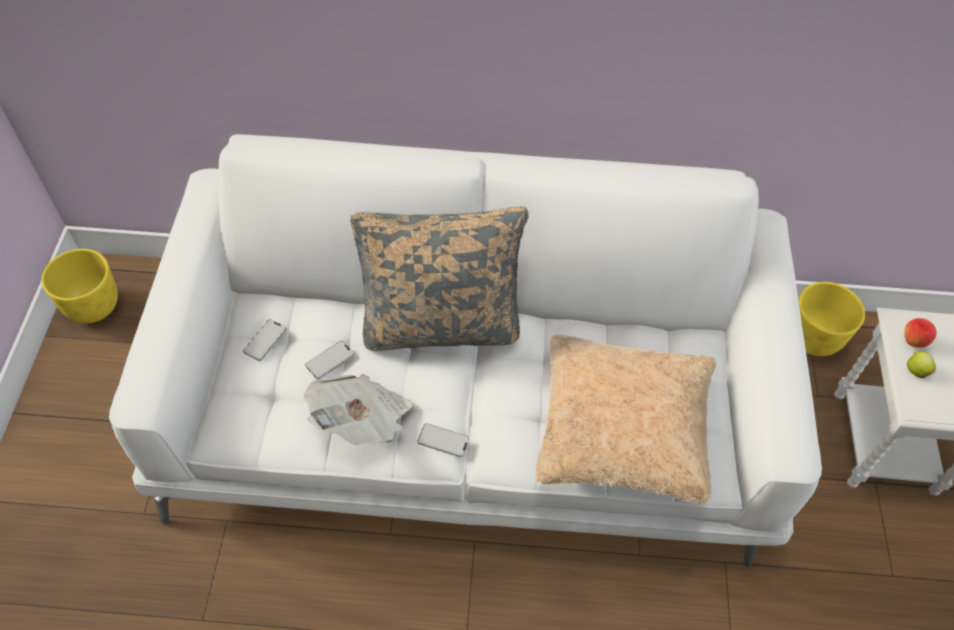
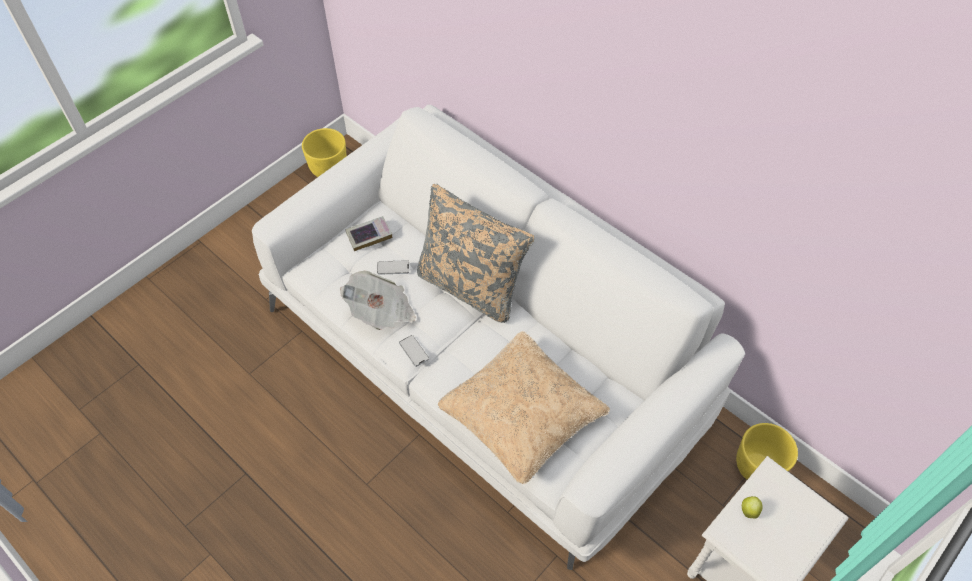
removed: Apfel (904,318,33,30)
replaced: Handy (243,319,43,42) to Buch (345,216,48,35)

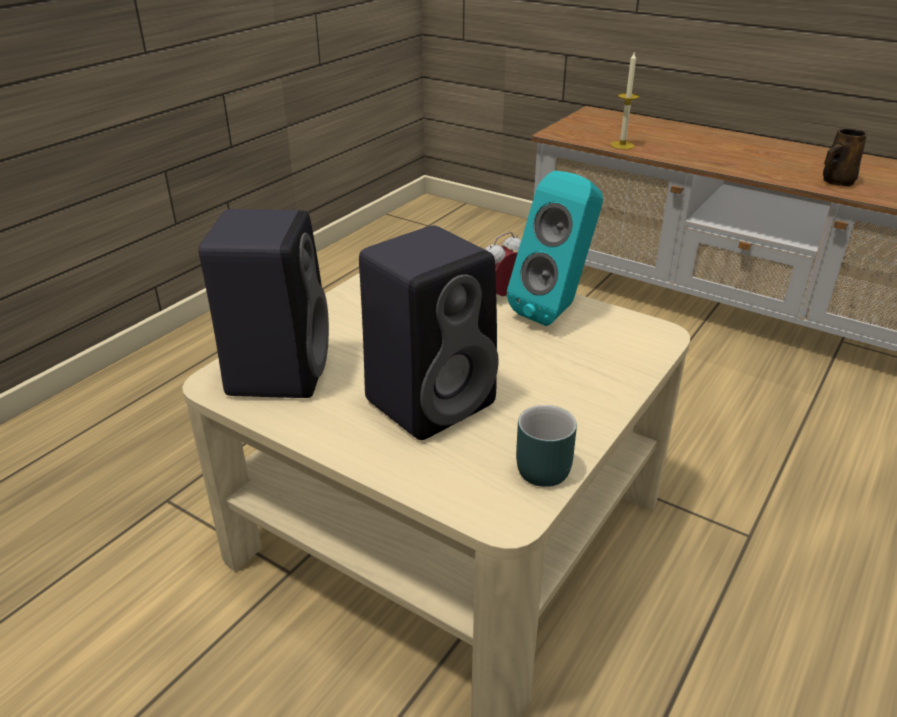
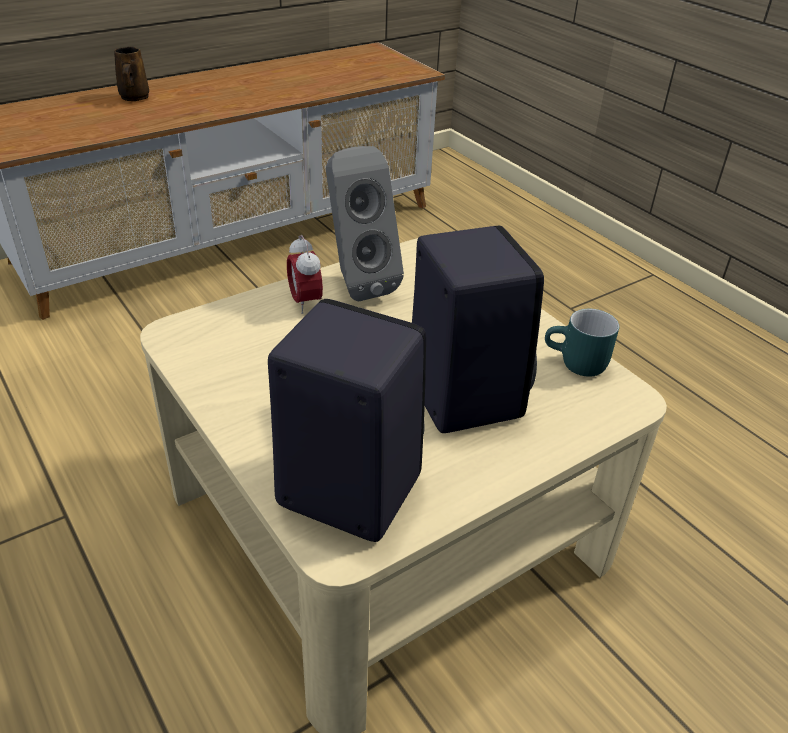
removed: Kerze (610,53,29,97)
moved: Henkelbecher (braun) (823,129,44,57) to (114,46,35,55)
recoloured: Lautsprecher (türkis) (507,170,96,156) to Lautsprecher (grau) (326,146,78,155)

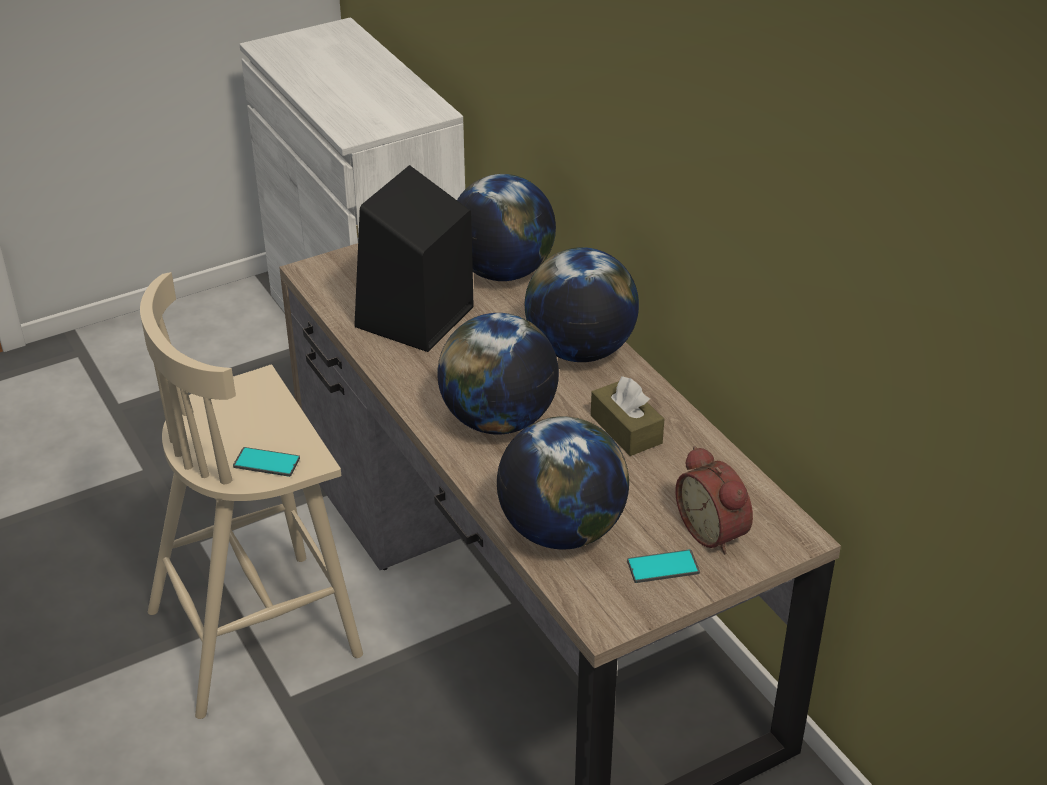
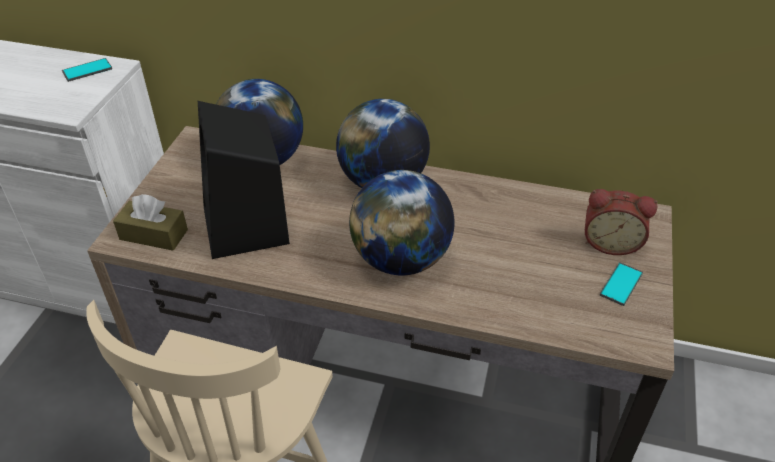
removed: Globus (497,416,132,133)
moved: Handy (233,447,67,30) to (62,58,50,24); Taschentuchbox (braun) (591,376,73,80) to (113,194,75,57)

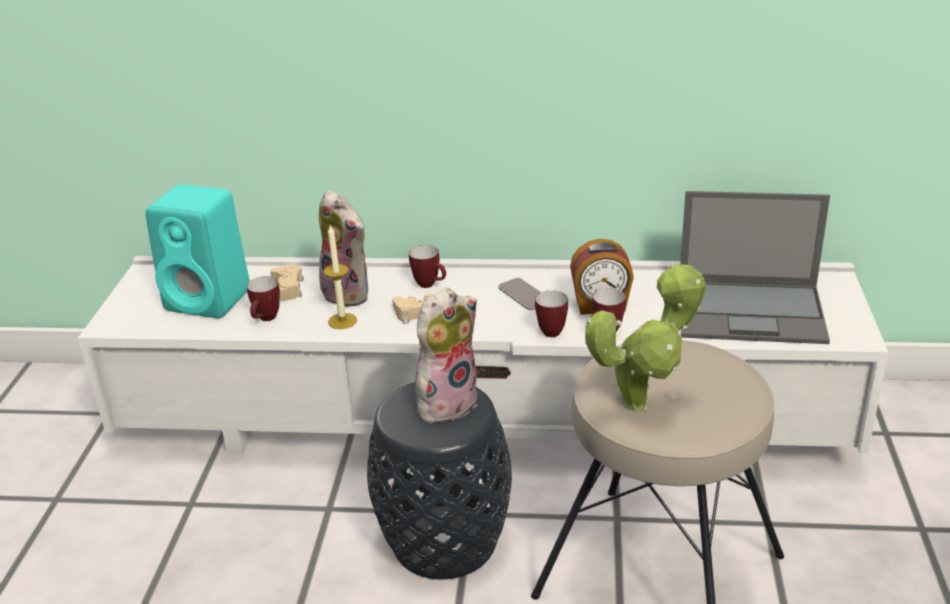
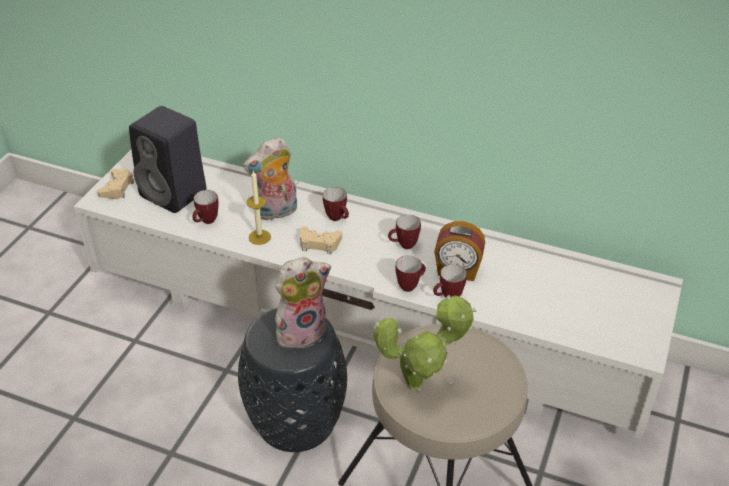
removed: Laptop (680,191,150,153)
moved: Gamepad (beige) (270,264,34,36) to (97,169,37,30)
replaced: Handy (498,277,43,33) to Henkelbecher (388,214,33,35)
recoloured: Lautsprecher (türkis) (146,184,104,134) to Lautsprecher (schwarz) (129,106,78,107)
turned: Plüschtier (319,190,49,117) = (243,137,54,84) 90 degrees clockwise

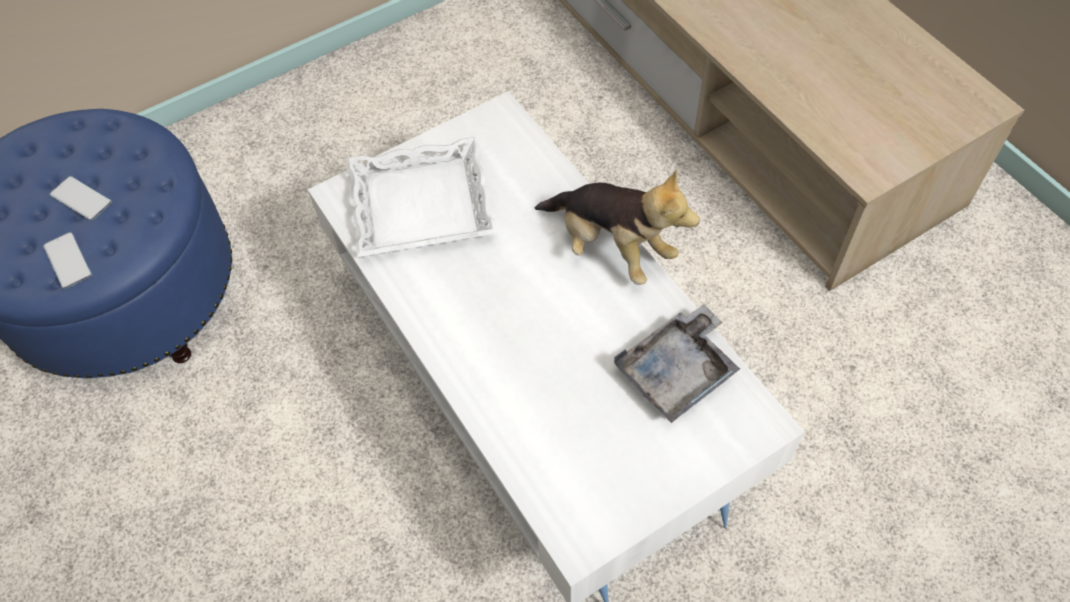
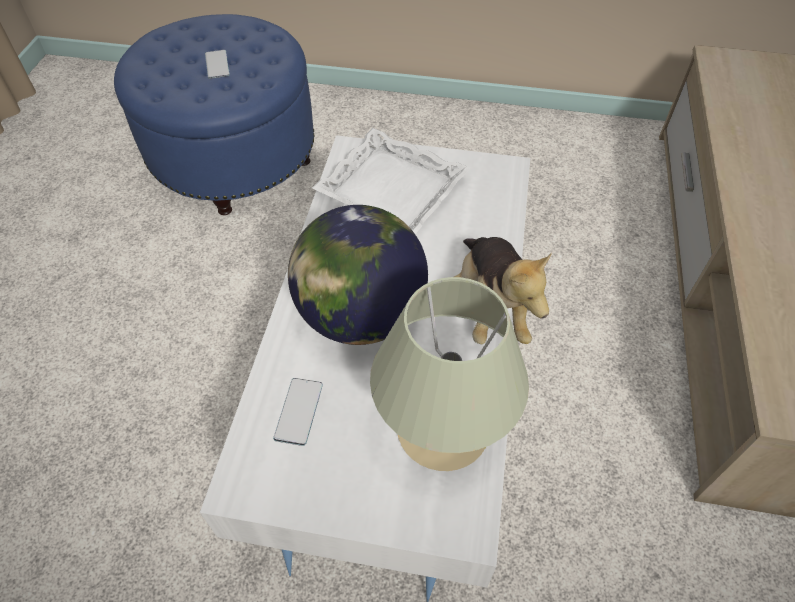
added: Globus (288,205,140,140)
moved: Handy (43,232,49,57) to (273,378,50,68)
replaced: Tablett (grau) (614,304,126,119) to Tischlampe (beige) (370,277,159,194)

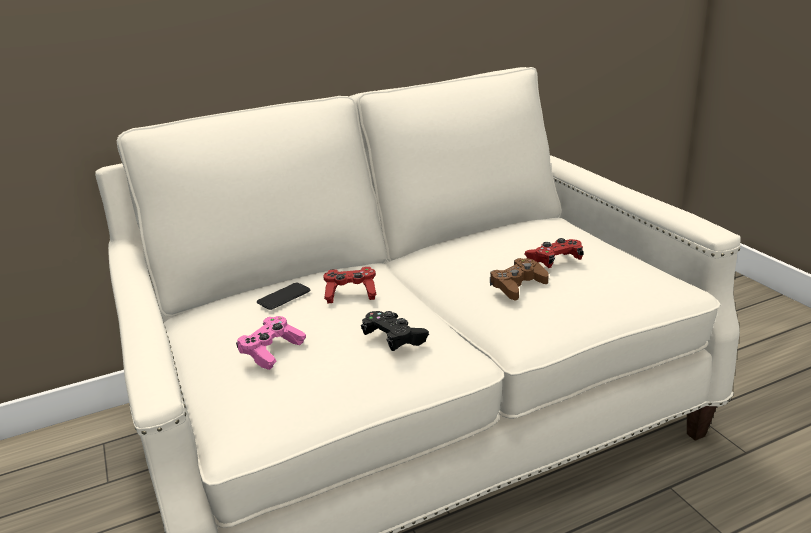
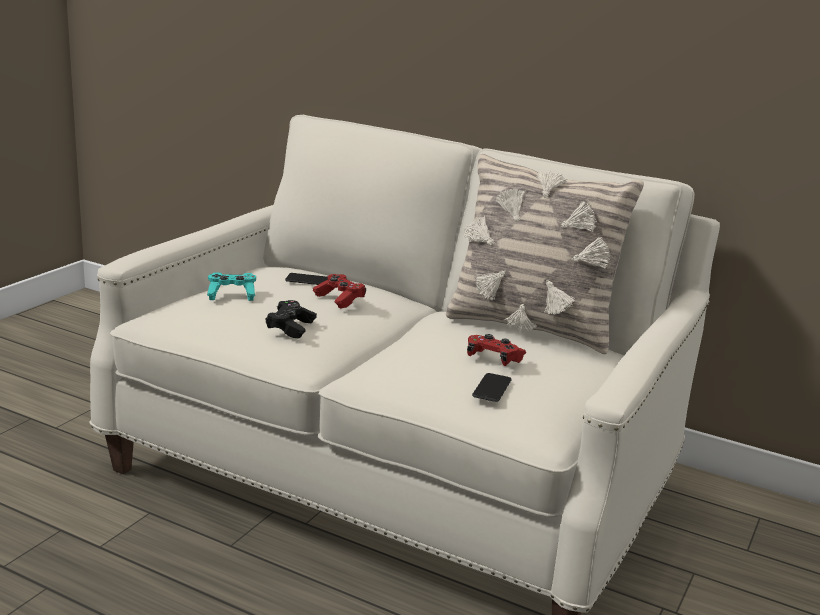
removed: Gamepad (braun) (490,258,59,42)
added: Kissen (beige) (446,154,198,200); Handy (472,373,40,29)
recoloured: Gamepad (rosa) (236,316,70,54) to Gamepad (türkis) (207,272,49,29)

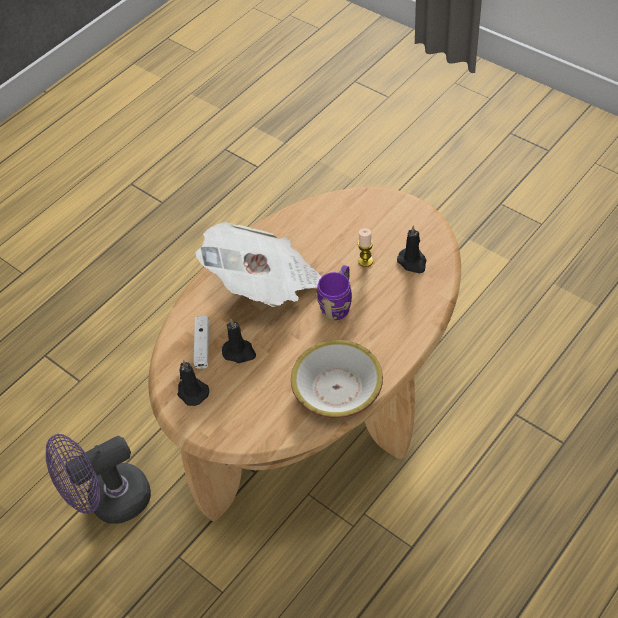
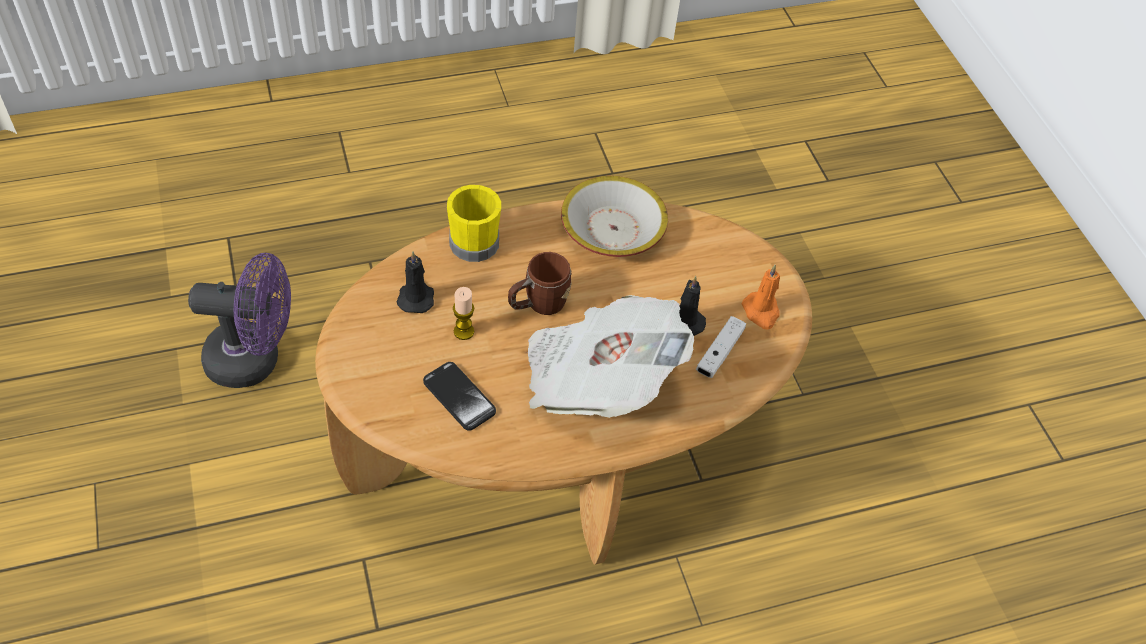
added: Handy (423,362,73,69); Henkelbecher (gelb) (447,185,54,77)
moved: Ventilator (lila) (46,434,105,90) to (188,253,103,135)
recoloured: Kerze (schwarz) (177,360,32,46) to Kerze (orange) (742,265,38,64); Henkelbecher (lila) (316,265,36,55) to Henkelbecher (braun) (508,252,64,63)

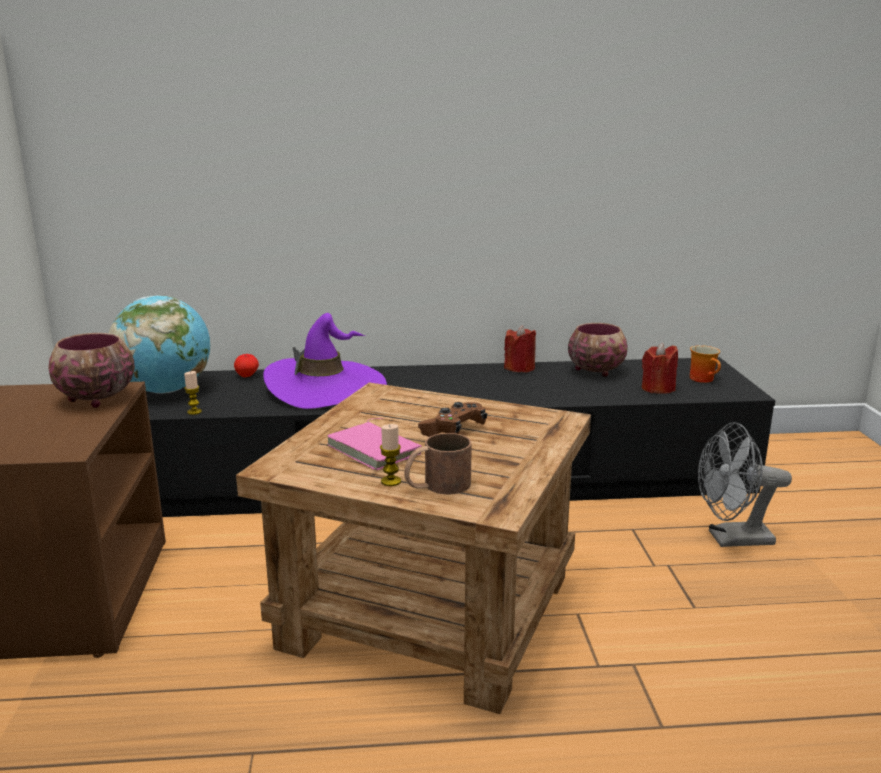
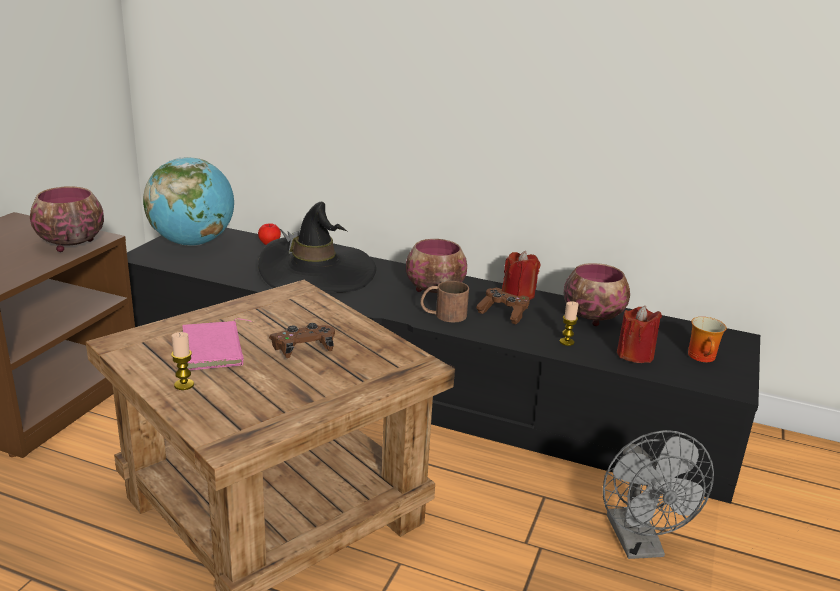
added: Schüssel (406,239,61,54); Gamepad (braun) (476,288,54,36)
moved: Kerze (184,371,18,44) to (560,302,19,44); Henkelbecher (braun) (404,433,68,62) to (420,281,49,42)
recoloured: Hut (lila) (263,313,124,96) to Hut (schwarz) (258,202,118,91)
turned: Ventilator (grau) (698,422,94,125) = (603,430,111,129) 120 degrees counterclockwise

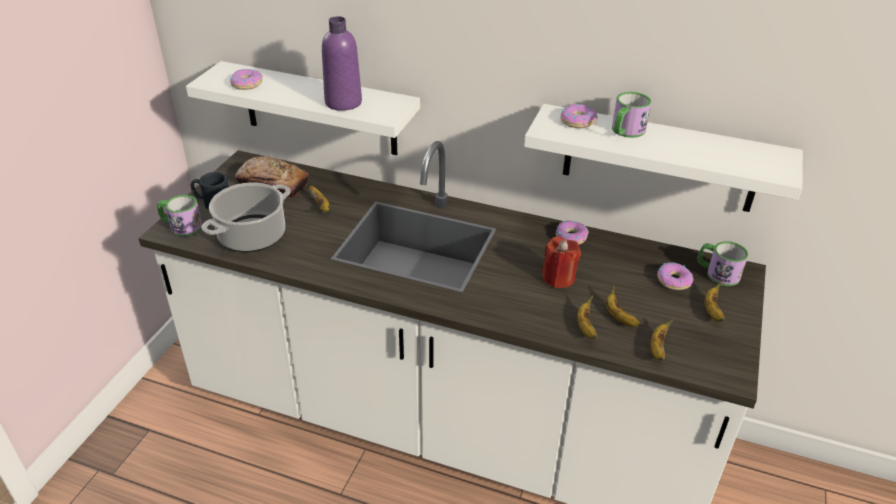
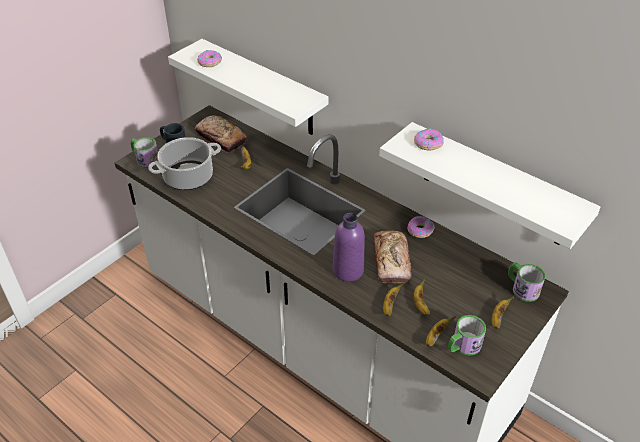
removed: Donut (657,262,36,28)
moved: Flasche (lila) (322,16,40,95) to (333,213,32,69); Henkelbecher (612,92,39,46) to (448,315,38,40)
replaced: Kerze (rot) (542,237,39,51) to Brot (374,230,38,53)

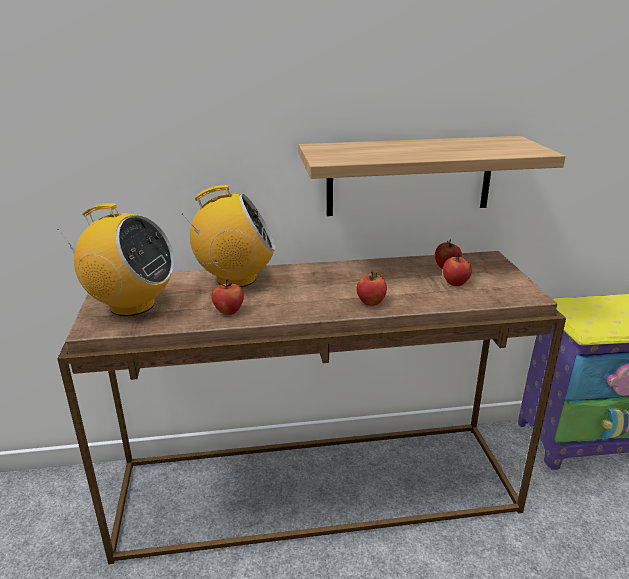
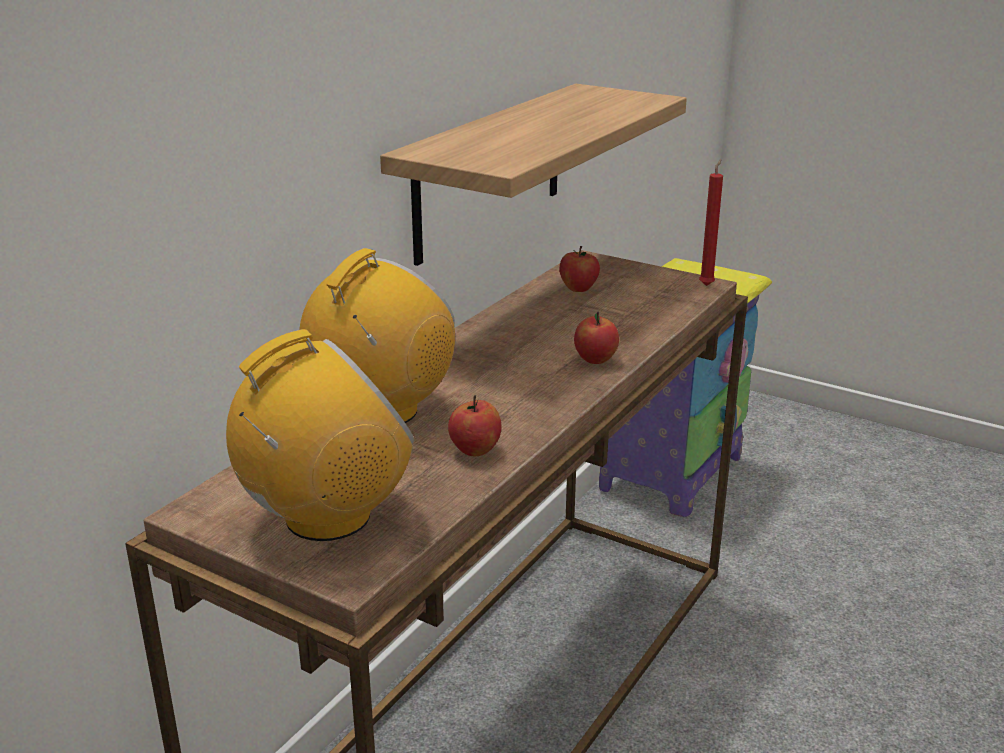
removed: Apfel (443,253,29,33)
added: Kerze (rot) (699,159,24,127)

